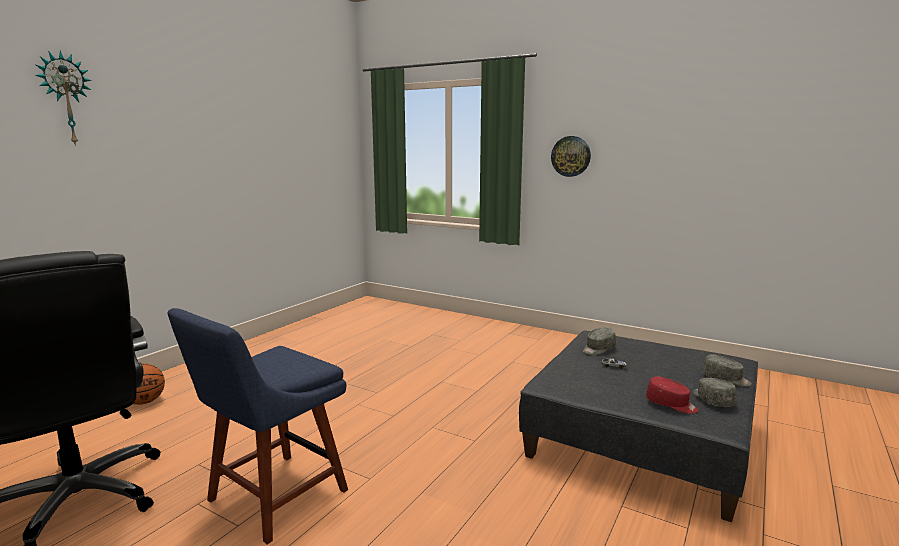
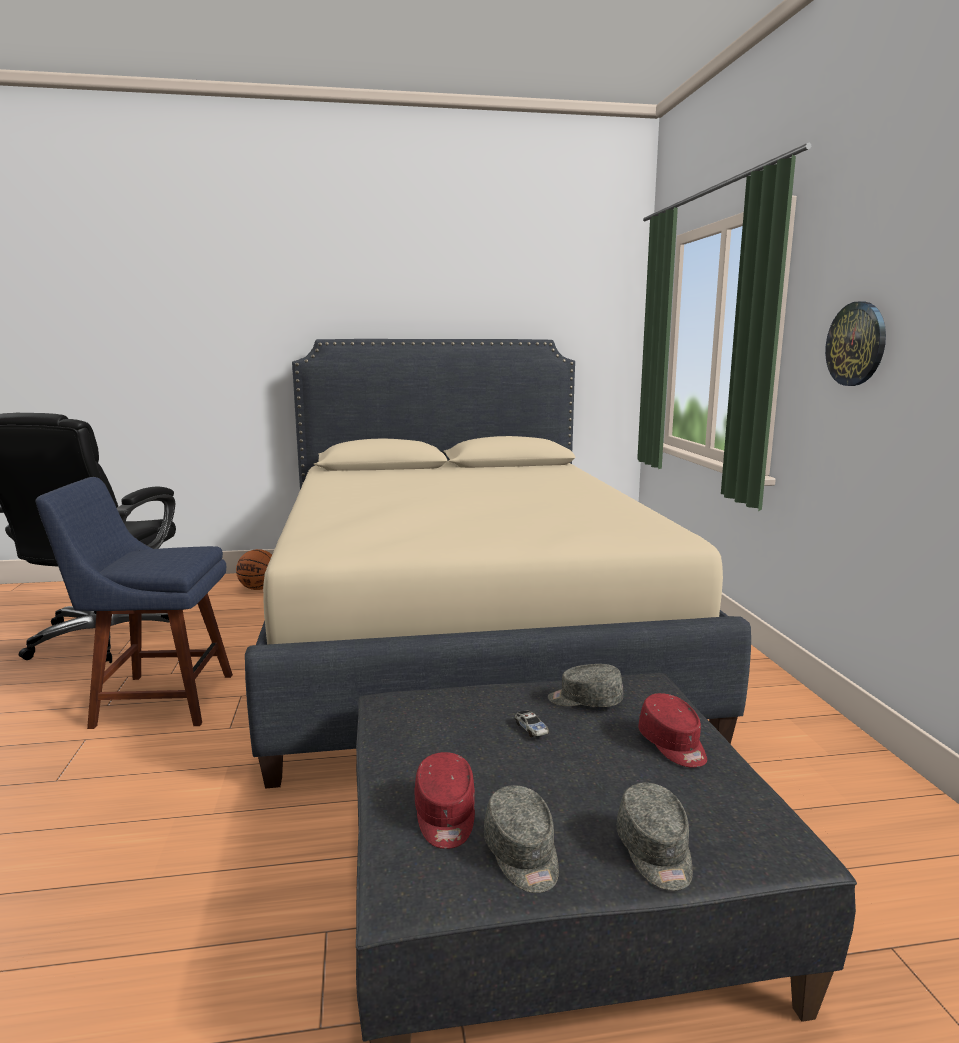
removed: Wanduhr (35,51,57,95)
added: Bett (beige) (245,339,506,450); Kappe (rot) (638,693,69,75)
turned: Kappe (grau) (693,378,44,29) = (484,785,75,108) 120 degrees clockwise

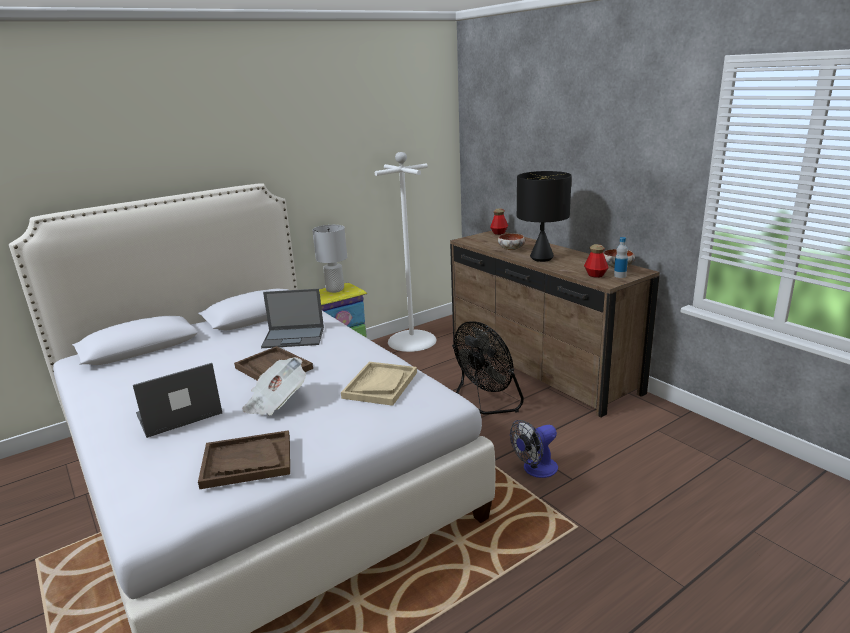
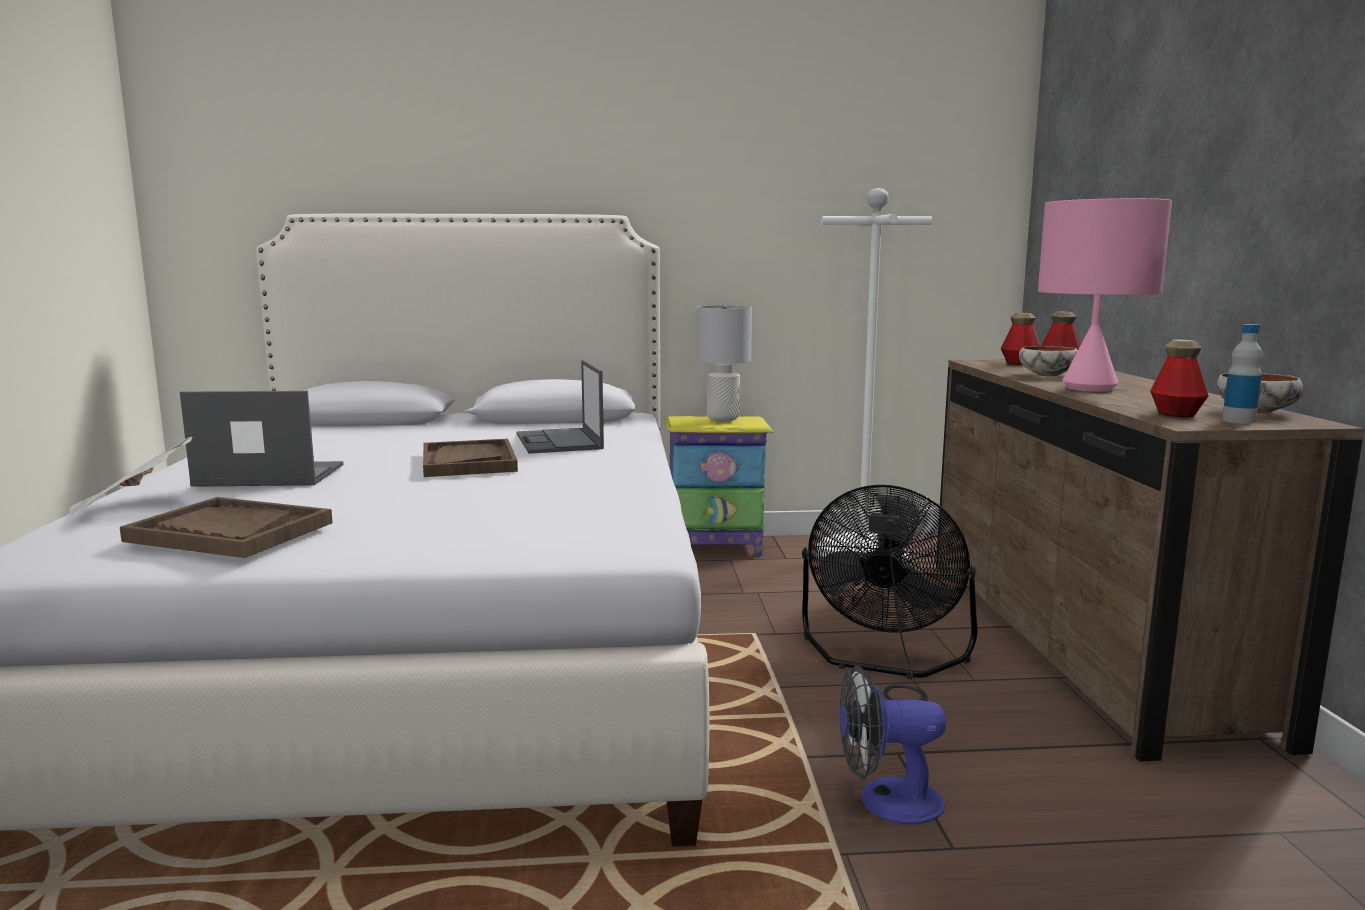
removed: Tablett (beige) (341,362,76,44)
added: Flasche (1001,313,39,52)
moved: Zeitung (243,357,63,59) to (68,437,124,80)
recoloured: Tischlampe (schwarz) (517,171,55,91) to Tischlampe (rosa) (1038,198,134,194)
turned: Laptop (261,289,63,59) = (517,360,87,94) 45 degrees clockwise; Ventilator (schwarz) (452,321,72,94) = (802,485,176,216) 60 degrees counterclockwise

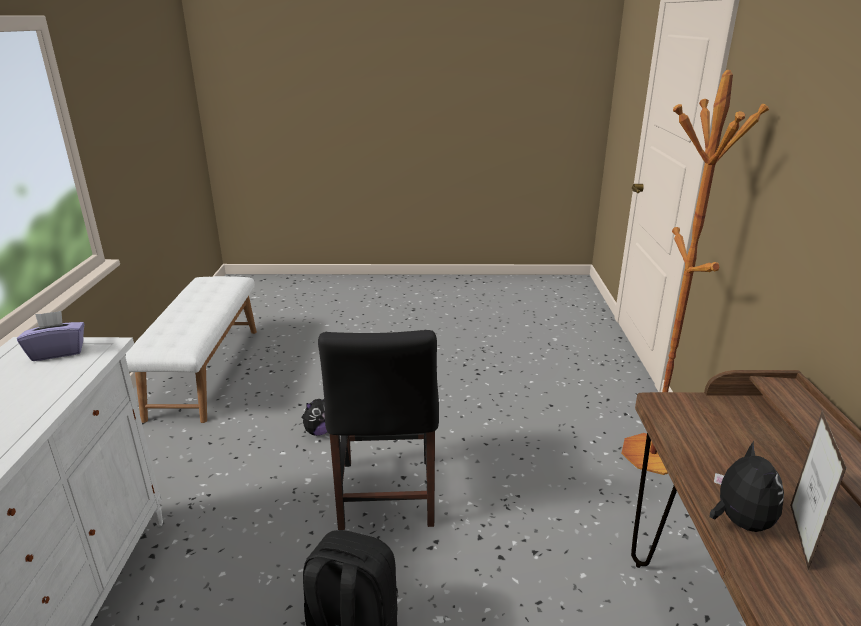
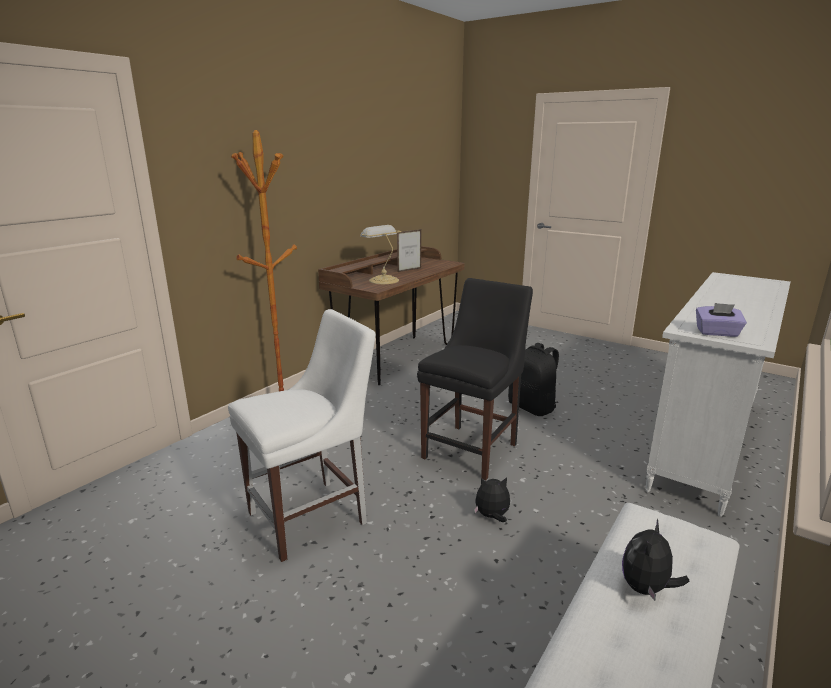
added: Stuhl (weiß) (228,309,148,253); Tischlampe (360,225,41,59)
moved: Plüschtier (709,441,75,91) to (622,519,67,82)

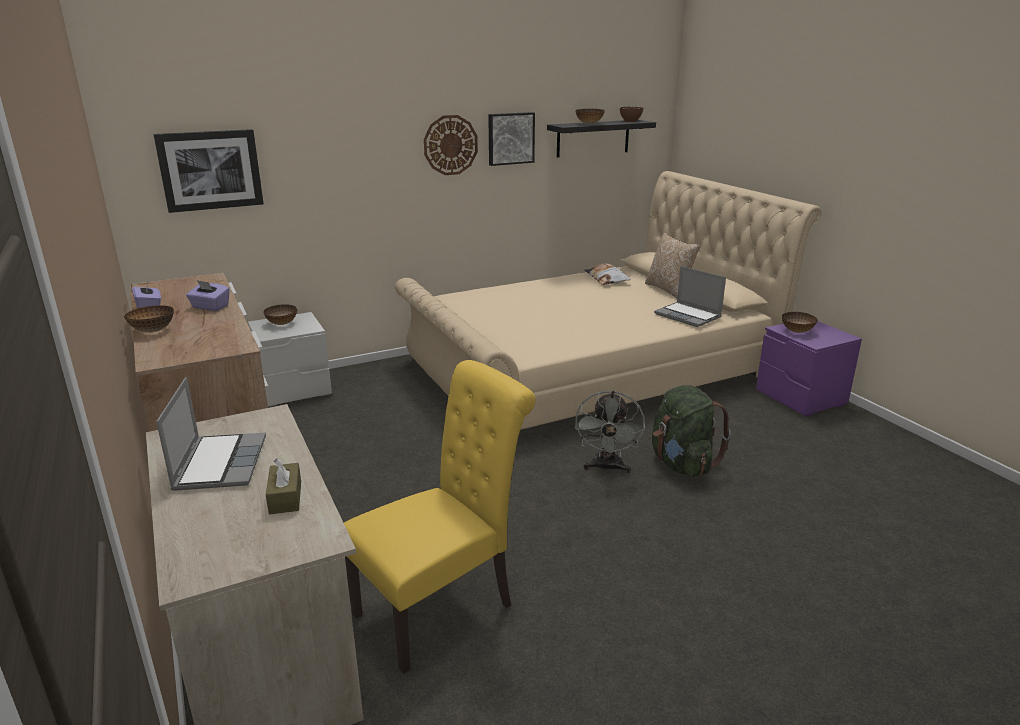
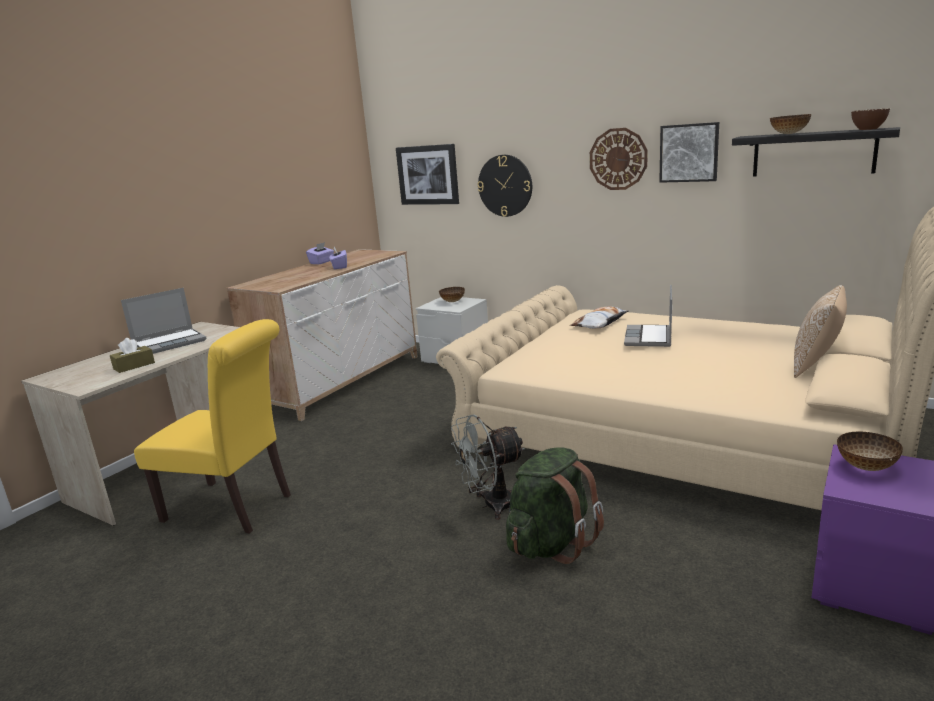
removed: Schüssel (124,305,50,28)
added: Wanduhr (477,155,55,62)
moved: Kissen (585,263,45,22) to (570,306,59,23); Laptop (654,266,72,61) to (624,285,48,62)

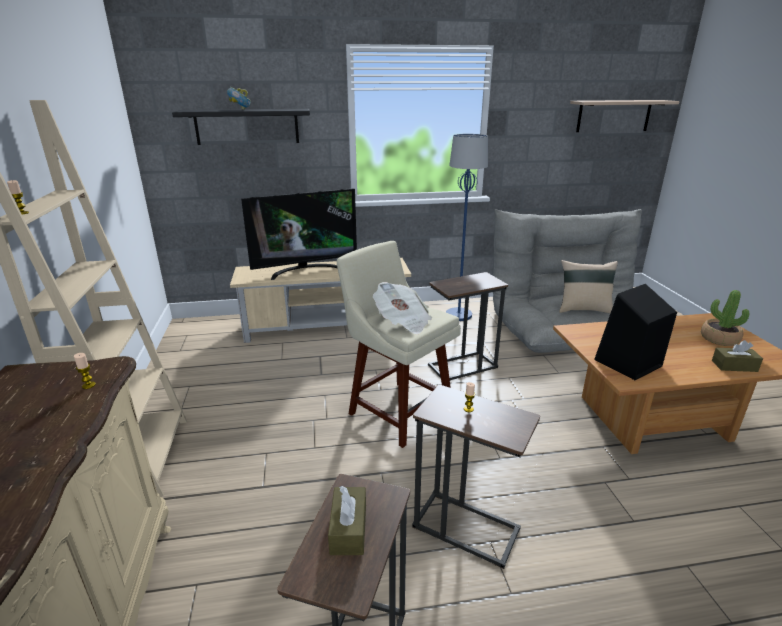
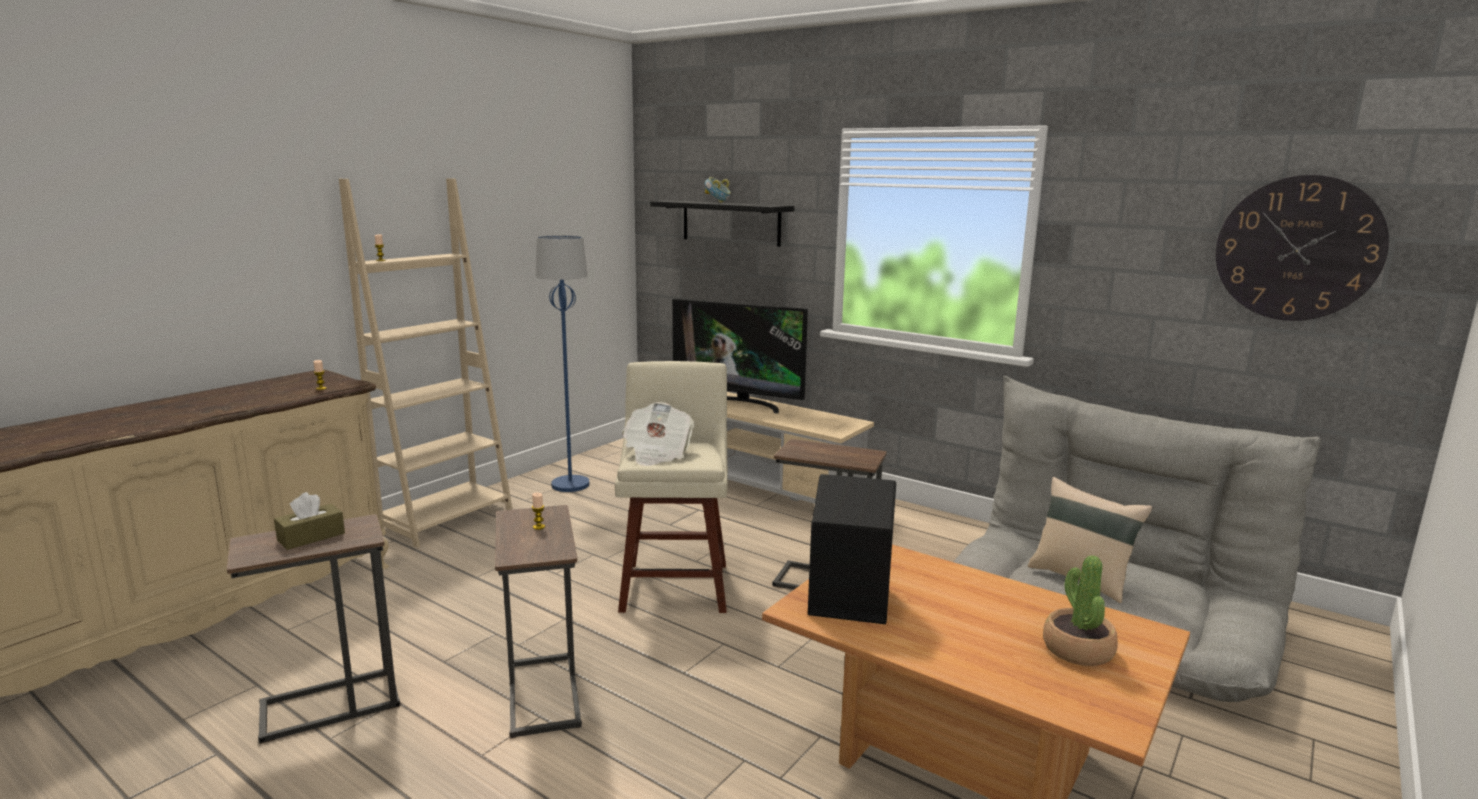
removed: Taschentuchbox (braun) (712,340,51,32)
moved: Stehlampe (blau) (446,134,42,187) to (535,235,54,257)
replaced: Wandregal (570,100,110,32) to Wanduhr (1216,175,173,146)

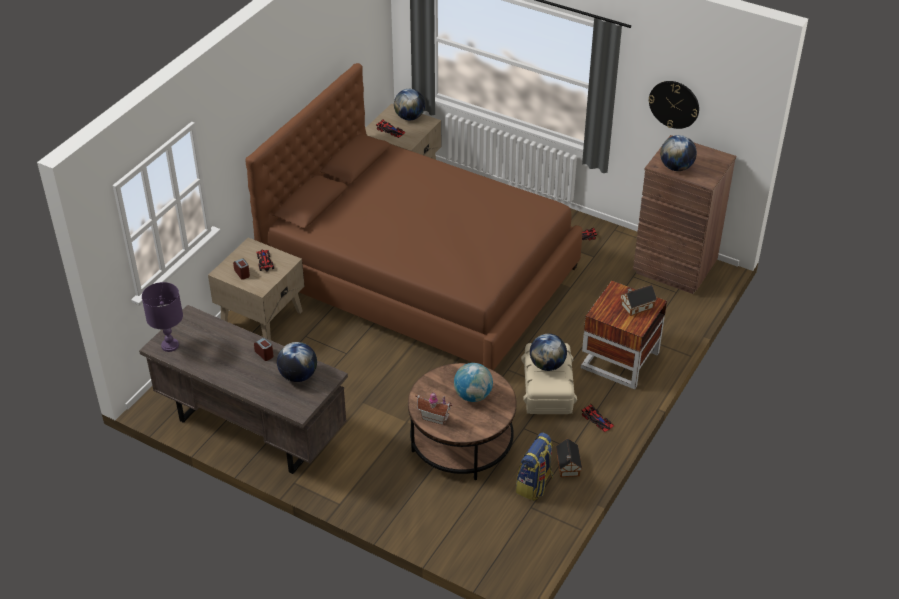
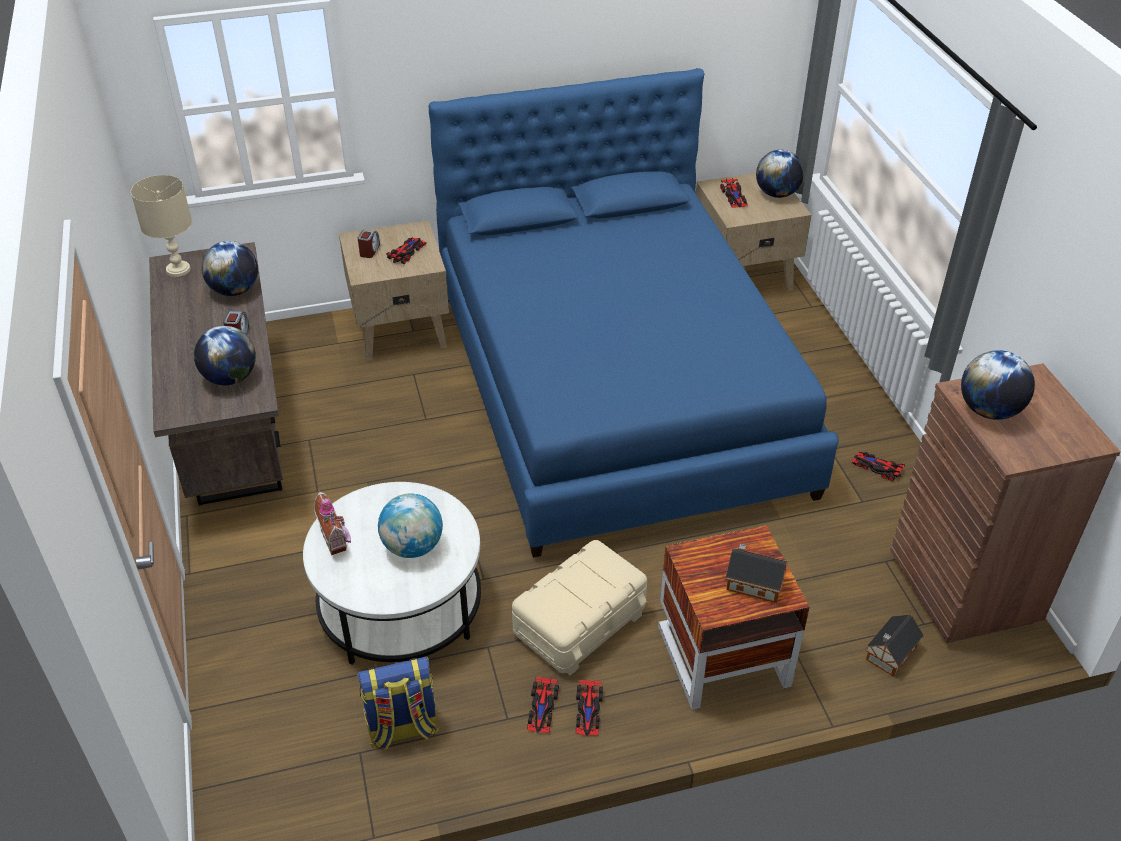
removed: Wanduhr (649,81,50,48)
added: Spielzeugauto (527,677,32,56)
moved: Globus (530,334,37,37) to (201,241,57,55); Spielzeughaus (556,439,26,38) to (866,615,58,62)
recoloured: Tischlampe (lila) (142,282,41,70) to Tischlampe (beige) (131,175,61,102); Bett (braun) (245,63,338,308) to Bett (blau) (429,68,410,490); Couchtisch (braun) (408,363,109,117) to Couchtisch (weiß) (303,482,178,183)

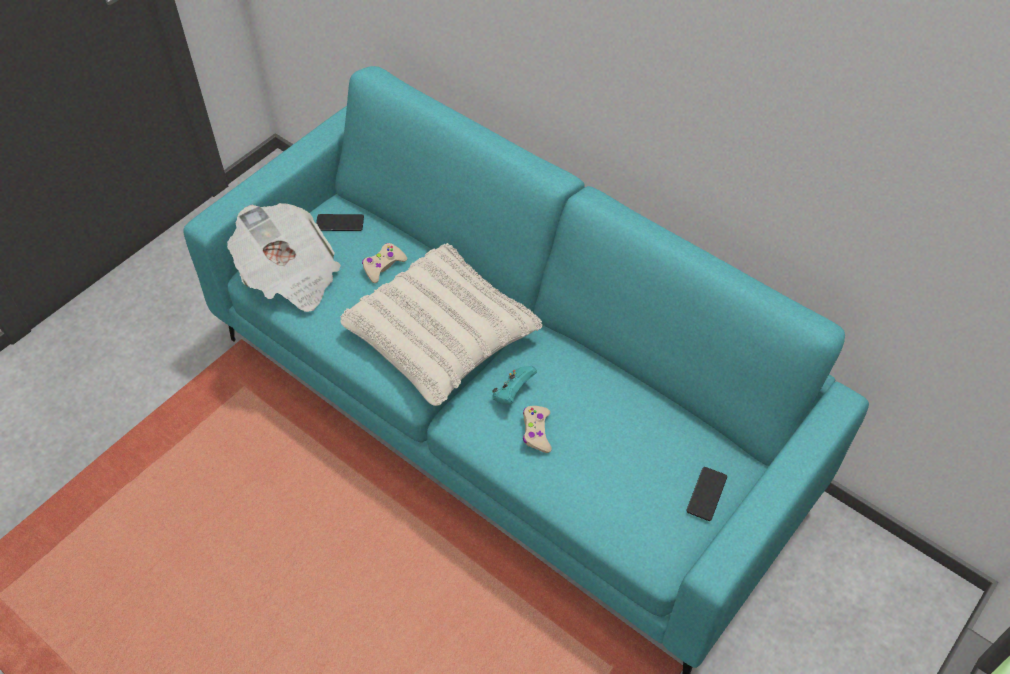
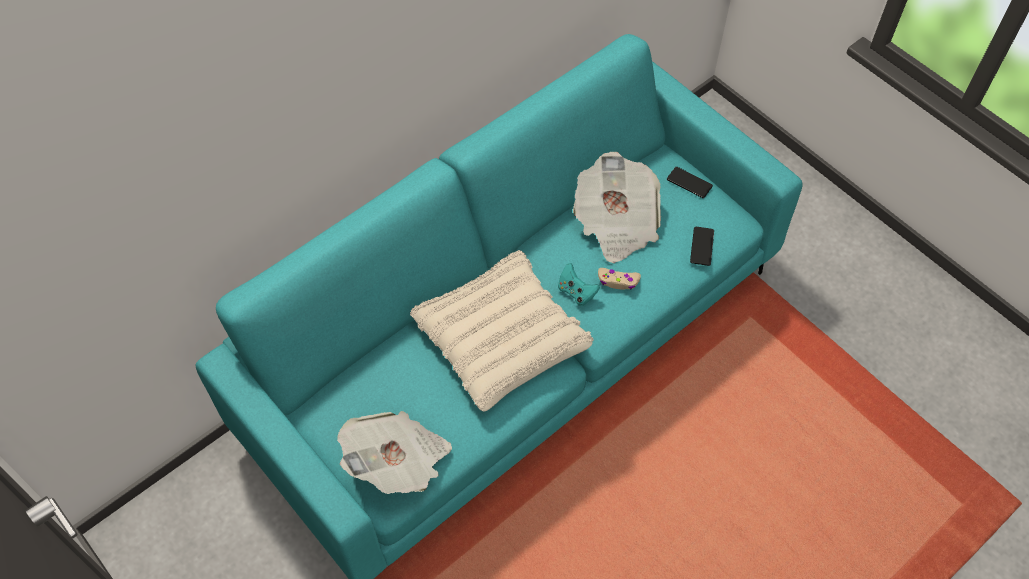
removed: Gamepad (beige) (362,243,45,40)
added: Zeitung (573,152,88,111)
moved: Handy (316,214,48,17) to (690,227,24,39)

